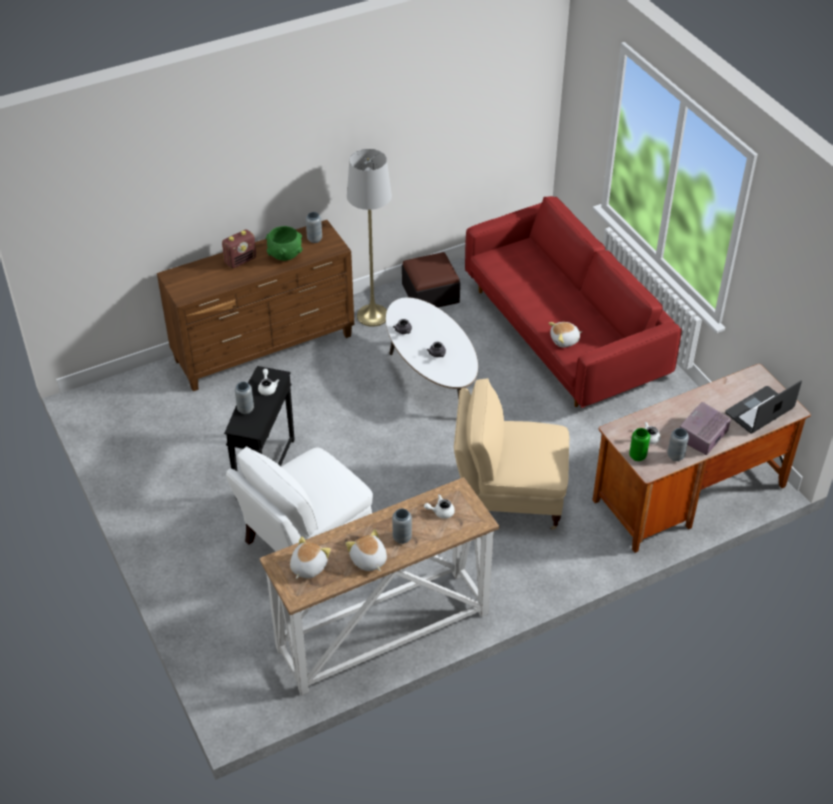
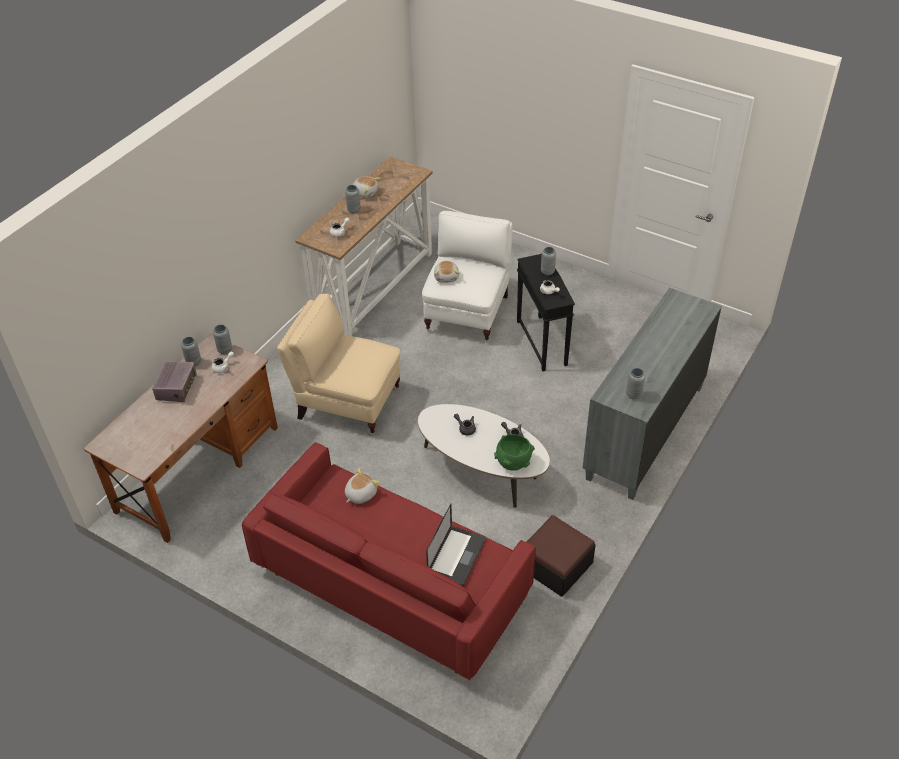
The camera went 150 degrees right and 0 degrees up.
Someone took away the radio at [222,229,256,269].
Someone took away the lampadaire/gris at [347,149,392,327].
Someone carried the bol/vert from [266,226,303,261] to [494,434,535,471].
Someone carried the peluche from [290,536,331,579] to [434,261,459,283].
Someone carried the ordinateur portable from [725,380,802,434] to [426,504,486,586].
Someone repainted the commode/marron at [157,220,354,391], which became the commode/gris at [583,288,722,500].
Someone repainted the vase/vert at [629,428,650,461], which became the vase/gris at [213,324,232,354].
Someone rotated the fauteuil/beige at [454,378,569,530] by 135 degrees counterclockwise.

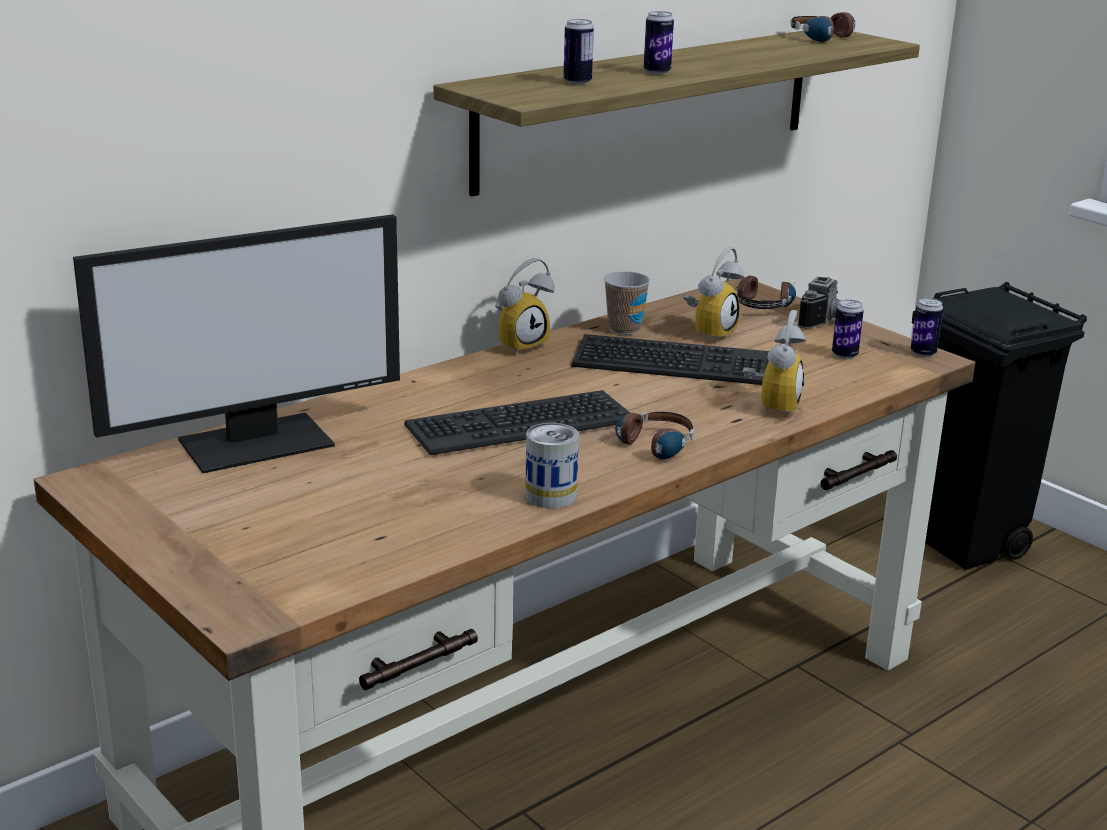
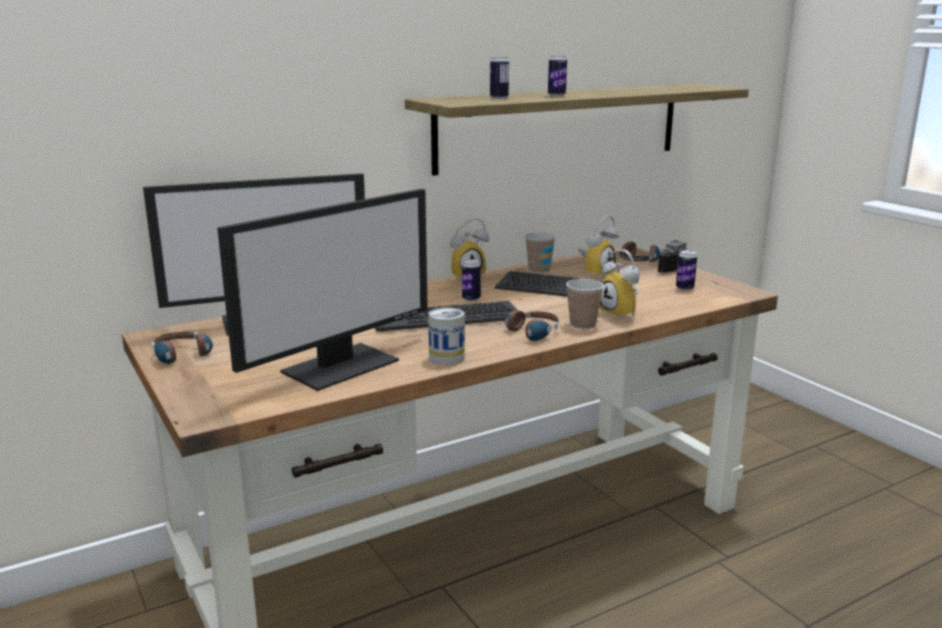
The camera went 10 degrees right and 5 degrees down.
Someone took away the poubelle/noir at [912,282,1087,570].
Someone put down the écran d'ordinateur at [217,189,428,391].
Someone put down the tasse at [566,279,604,329].
Someone carried the casque audio from [790,12,855,42] to [152,332,213,364].
Someone carried the boîte métallique from [911,298,943,357] to [462,259,481,301].
Someone rotated the réveil at [742,310,806,418] by 120 degrees clockwise.

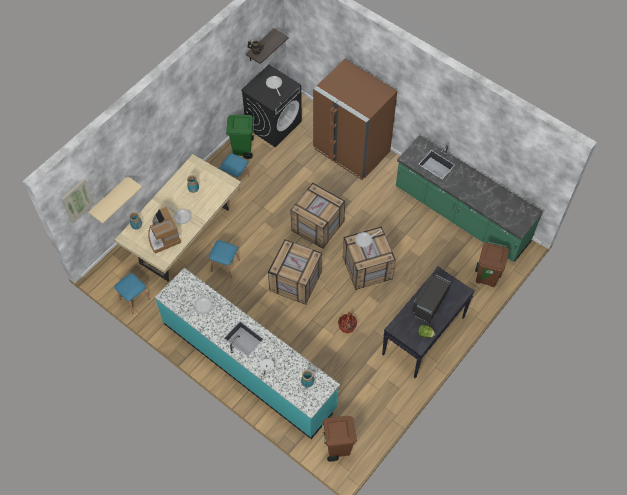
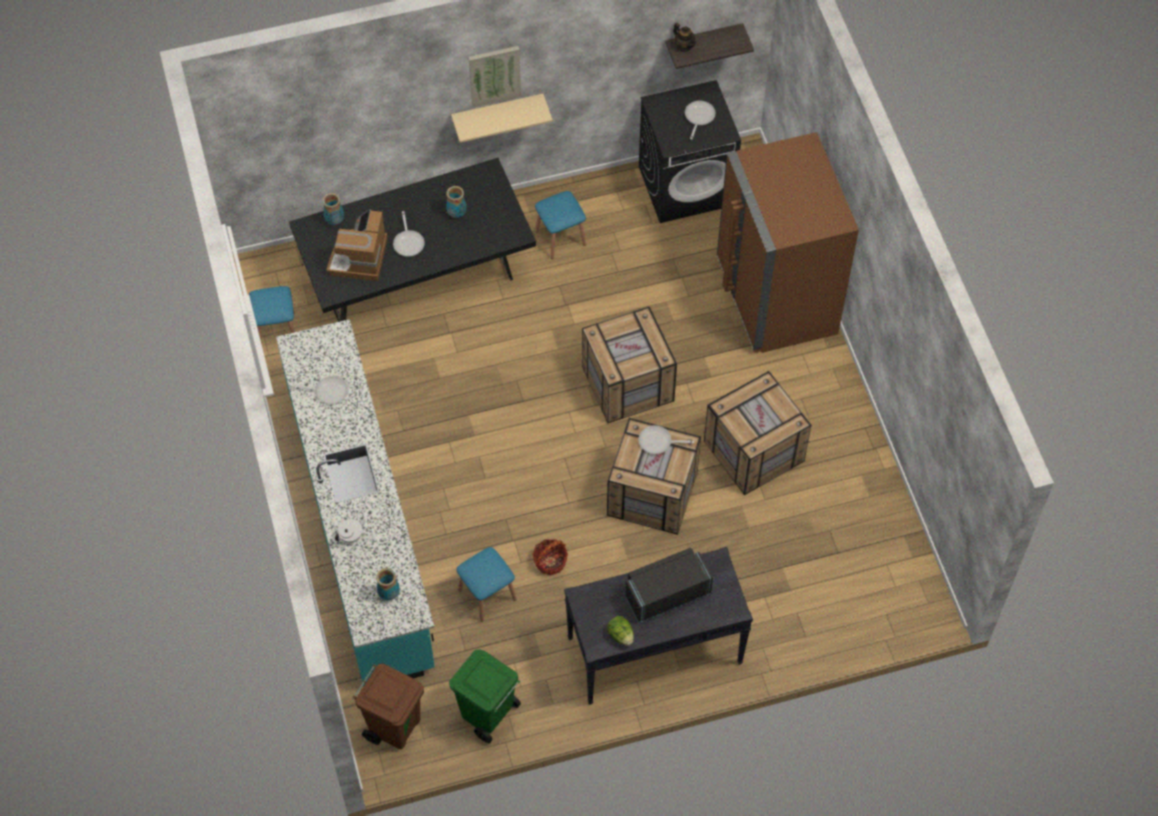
The camera went 35 degrees right and 0 degrees up.
Someone took away the comptoir de cuisine/vert at [396,136,543,262].
Someone took away the poubelle/marron at [475,241,509,287].
Someone carried the tableau from [61,178,94,223] to [468,46,521,107].
Someone carried the étagère/beige from [88,176,142,224] to [451,94,553,143].
Someone carried the tabouret/bleu from [209,240,240,278] to [456,547,517,622].
Someone carried the poubelle/vert from [226,115,255,159] to [449,649,521,743].
Someone carried the caisse from [268,239,322,305] to [704,371,811,495].
Someone repainted the table à manger/beige at [115,154,241,281], which became the table à manger/noir at [289,158,536,322].

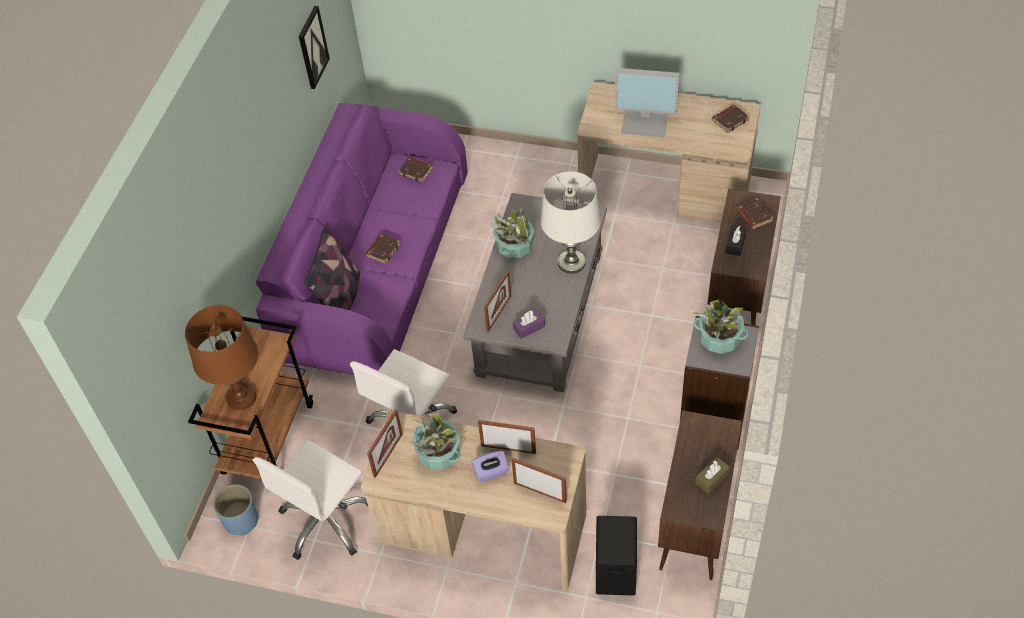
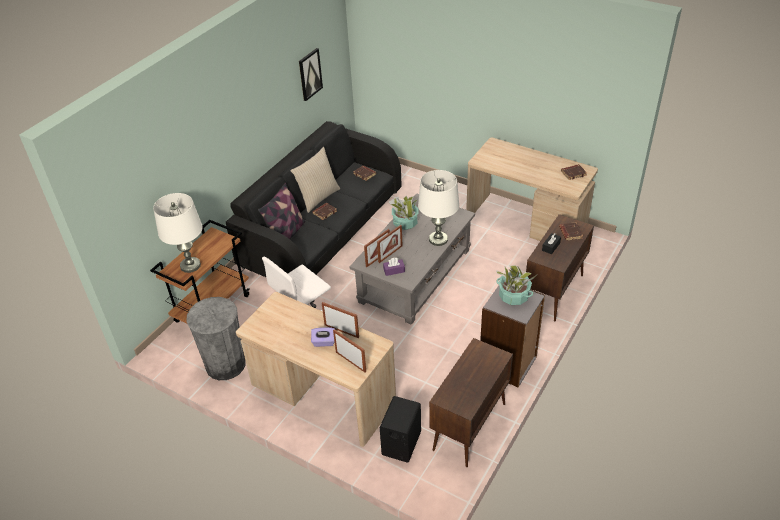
The camera went 15 degrees right and 10 degrees down.
Someone took away the cache-pot/bleu at [213,484,258,535].
Someone took away the plante en pot at [410,414,470,470].
Someone took away the écran d'ordinateur at [615,68,680,137].
Someone took away the boîte à mouchoirs/marron at [695,457,730,494].
Someone put down the coussin/beige at [290,147,340,213].
Someone carried the cadre photo from [367,409,403,478] to [377,225,403,263].
Someone swapped the chaise de bureau/blanc at [253,440,368,560] for the poubelle/gris at [186,297,246,380].
Someone repainted the lampe de table/marron at [185,305,258,410], which became the lampe de table/blanc at [153,193,203,273].
Someone repainted the canapé/violet at [256,103,468,375], which became the canapé/noir at [226,121,401,277].

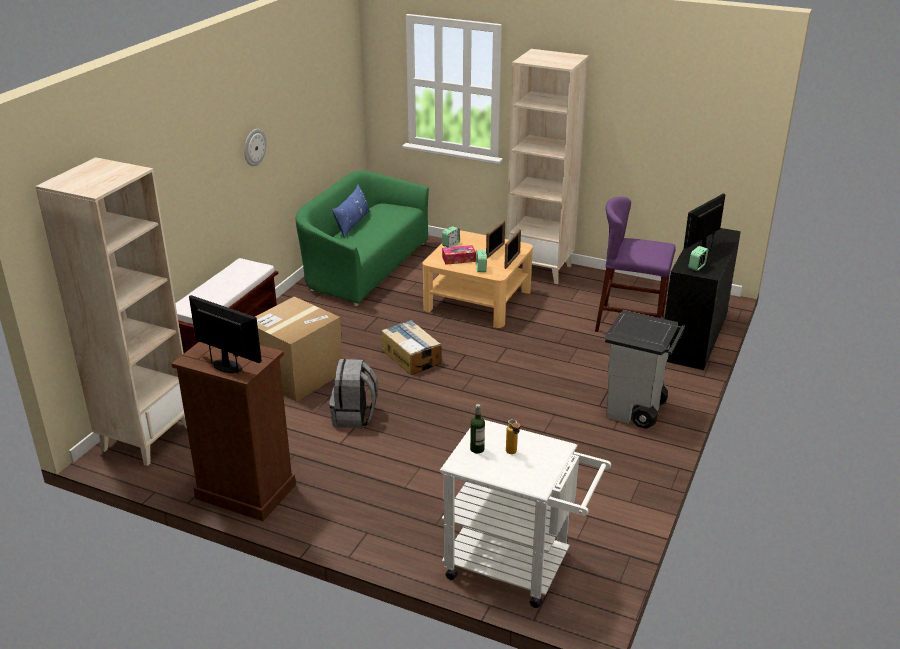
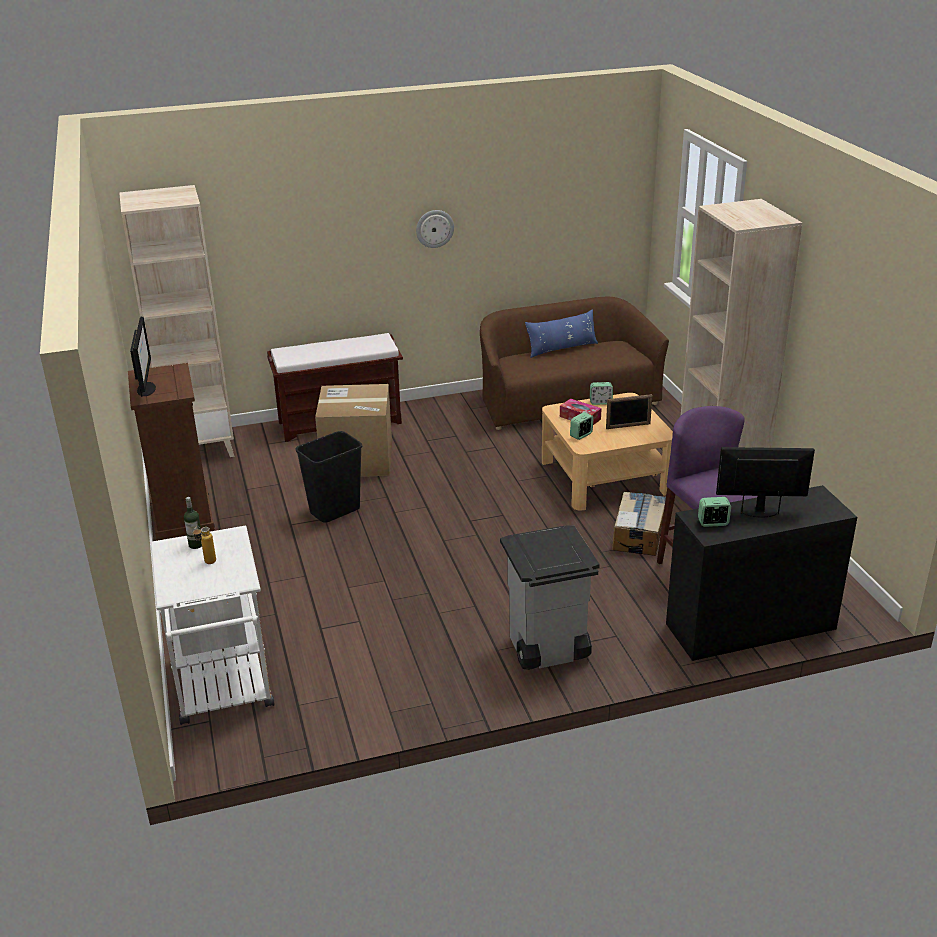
The camera went 50 degrees right and 0 degrees up.
Someone took away the cadre photo at [504,229,521,269].
Someone carried the carton from [382,320,441,375] to [612,491,666,556].
Someone swapped the sac à dos/gris at [329,359,378,428] for the poubelle/noir at [296,431,362,523].
Someone repainted the canapé/vert at [296,170,429,306], which became the canapé/marron at [480,297,669,430].

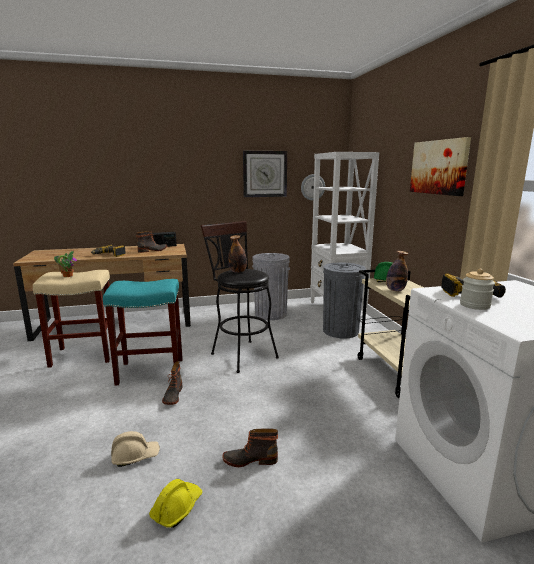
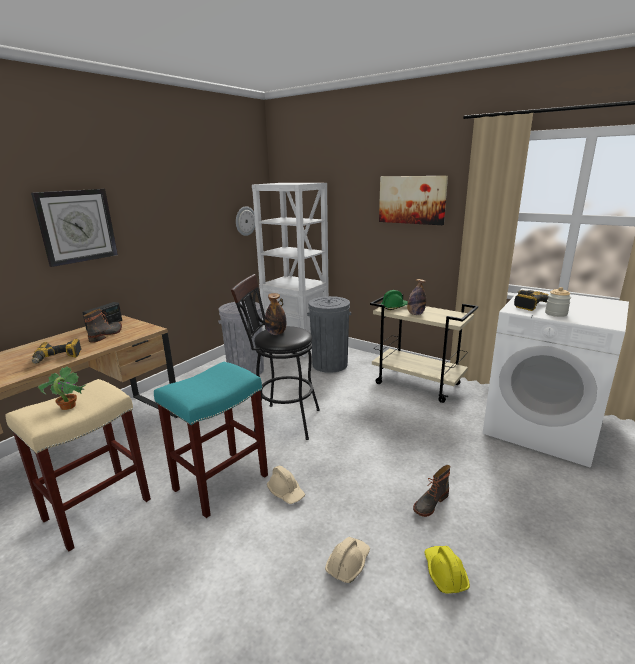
The camera went 40 degrees left and 5 degrees up.
Someone carried the horloge murale from [243,151,287,197] to [31,189,118,267].
Someone swapped the botte at [162,361,183,405] for the casque de chantier/beige at [267,466,305,504].

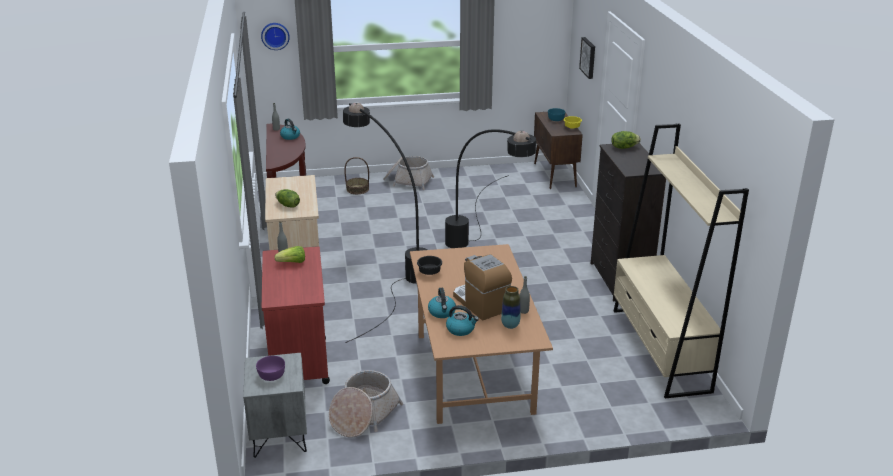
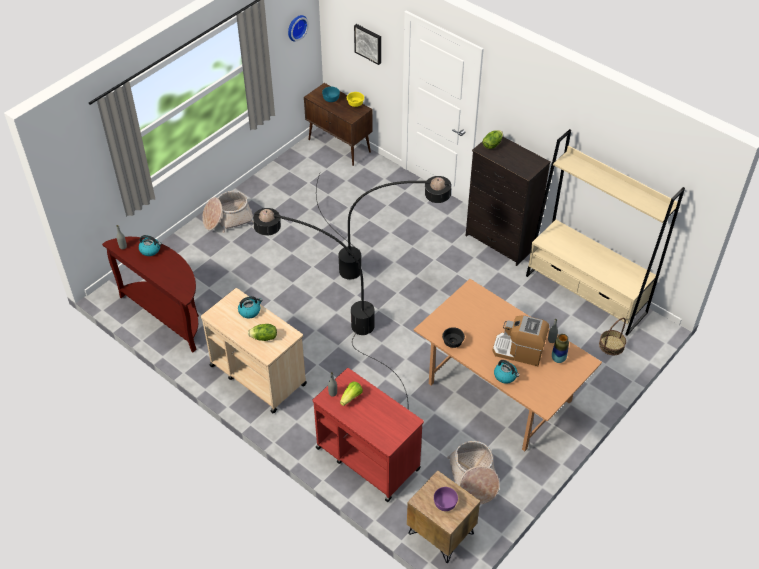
The camera went 40 degrees left and 20 degrees up.
Someone carried the horloge murale from [261,23,290,50] to [288,15,309,42].
Someone carried the panier from [344,157,369,194] to [599,318,626,355].
Someone carried the bouilloire from [446,305,479,336] to [238,296,263,318].
Someone repainted the table de chevet/gris at [243,353,307,458], which became the table de chevet/marron at [407,470,480,563].

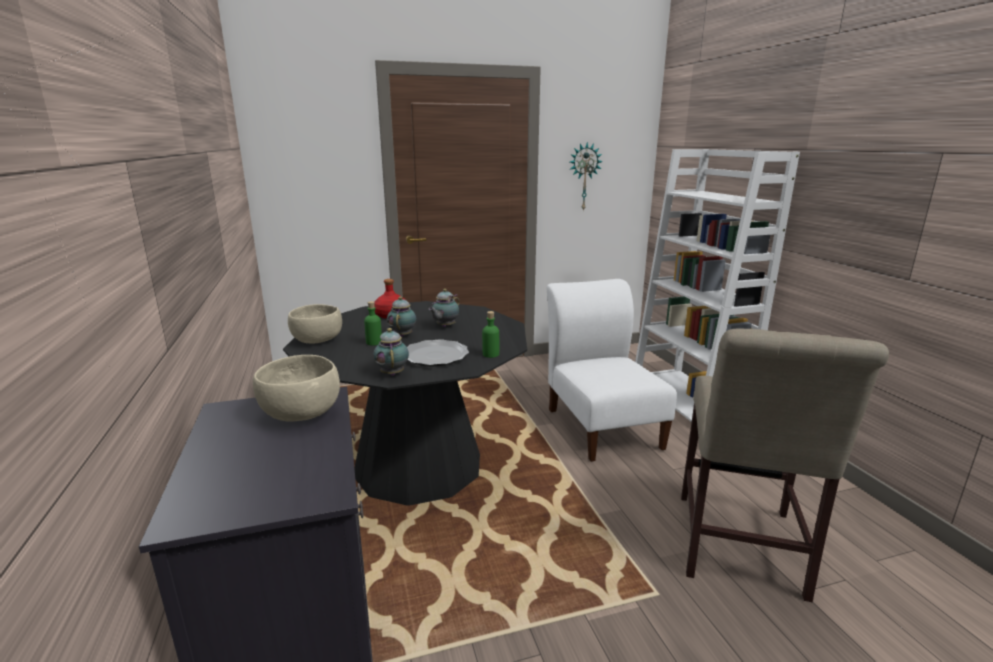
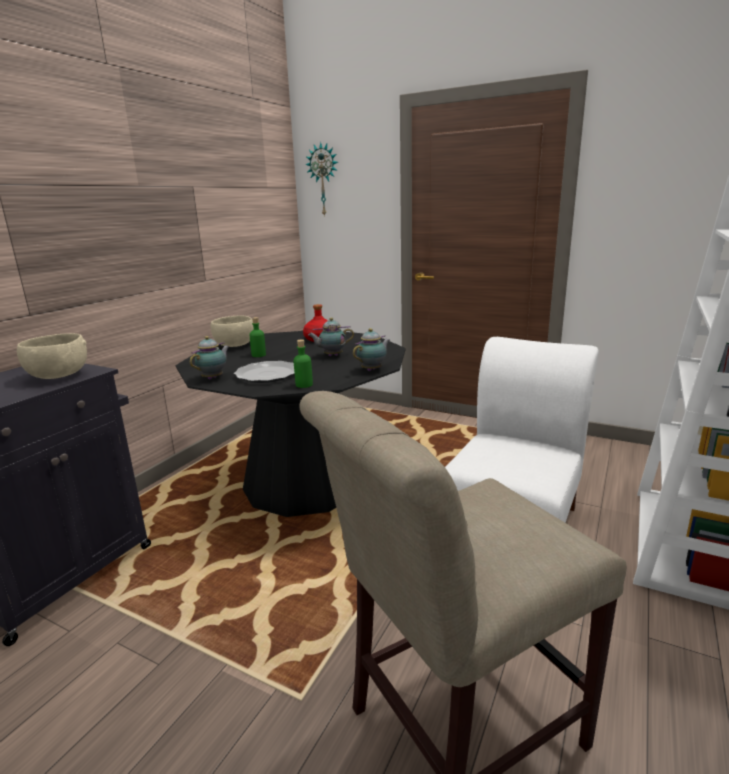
The camera went 45 degrees right and 0 degrees up.
Someone carried the théière from [387,297,416,337] to [353,328,390,371].
Someone carried the horloge murale from [570,142,603,212] to [306,142,338,217].

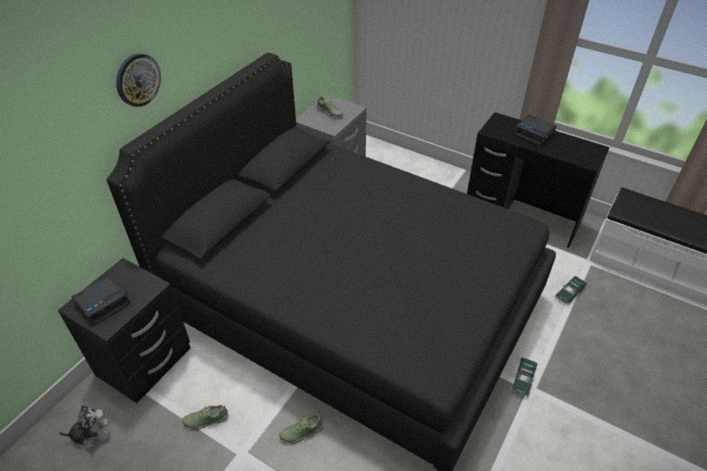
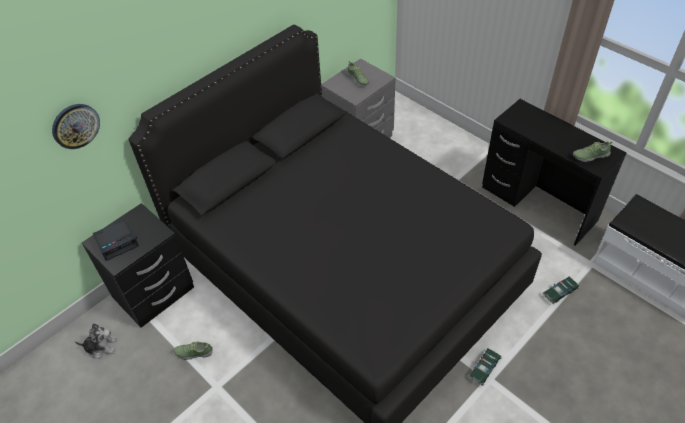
The camera went 15 degrees right and 5 degrees up.
Someone took away the réveil at [513,115,557,146].
Someone carried the horloge murale from [116,53,161,107] to [52,104,100,149].
Someone carried the chaussure from [279,414,324,444] to [573,141,612,162].

